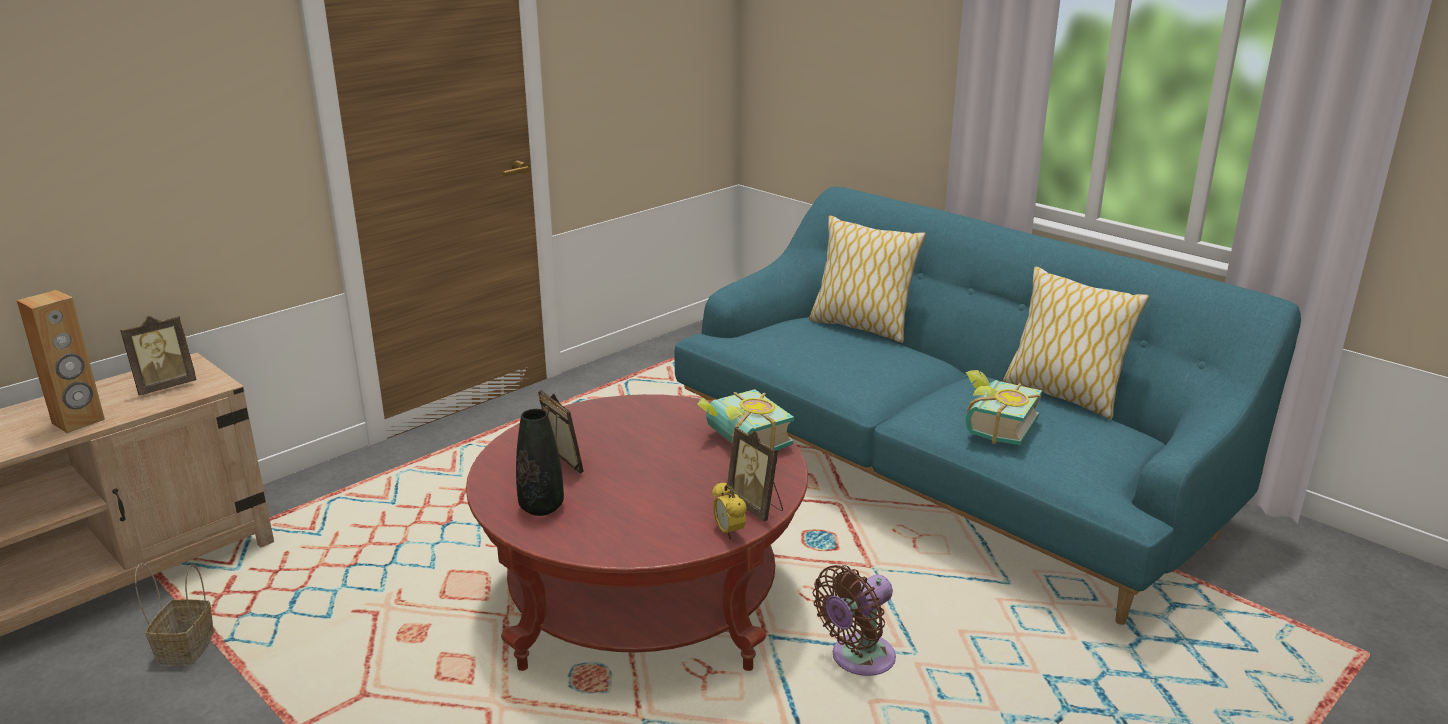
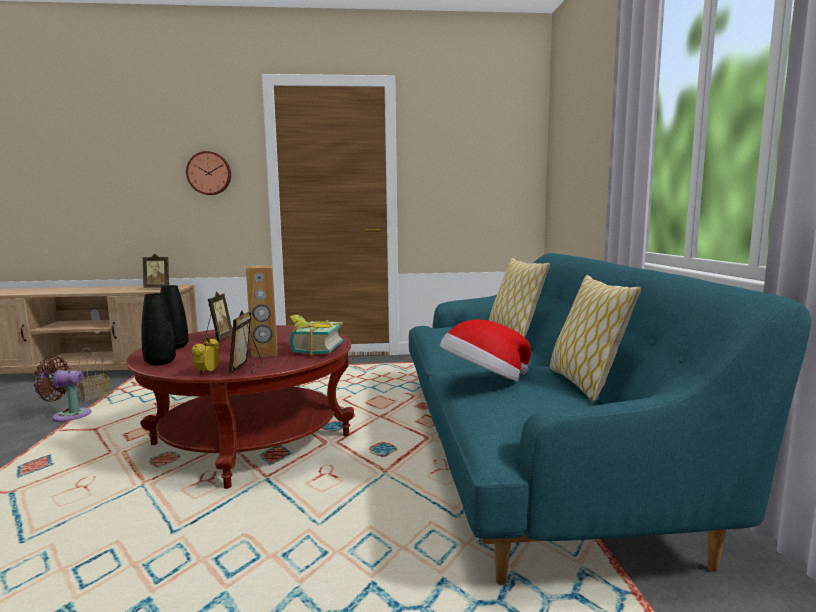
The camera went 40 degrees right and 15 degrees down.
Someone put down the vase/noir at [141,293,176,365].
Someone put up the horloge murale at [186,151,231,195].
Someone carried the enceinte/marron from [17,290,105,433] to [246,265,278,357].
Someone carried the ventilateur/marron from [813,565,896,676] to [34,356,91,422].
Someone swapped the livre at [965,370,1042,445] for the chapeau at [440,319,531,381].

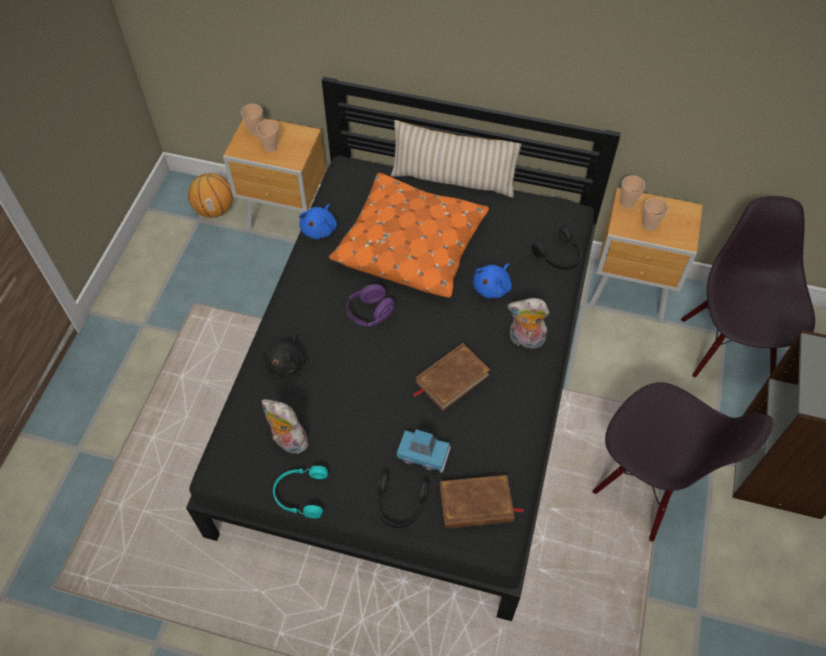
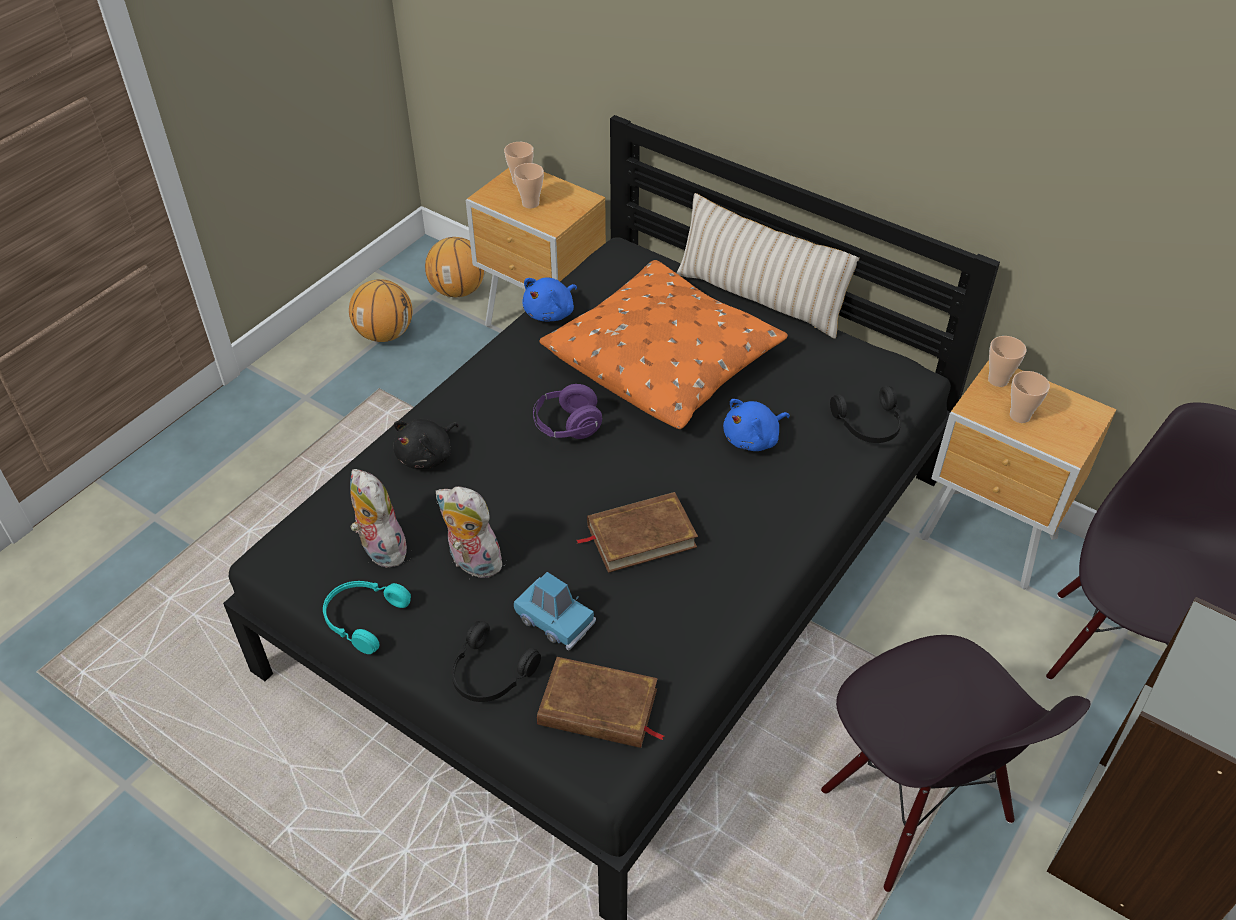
The camera went 20 degrees right and 10 degrees down.
Someone put down the ballon de basket at [349,279,413,342].
Someone carried the peluche from [508,298,549,348] to [436,486,509,578].

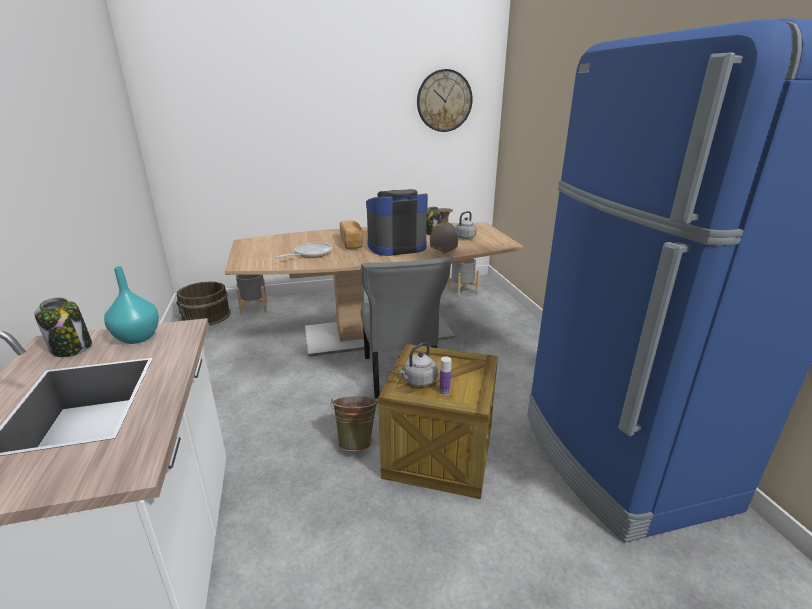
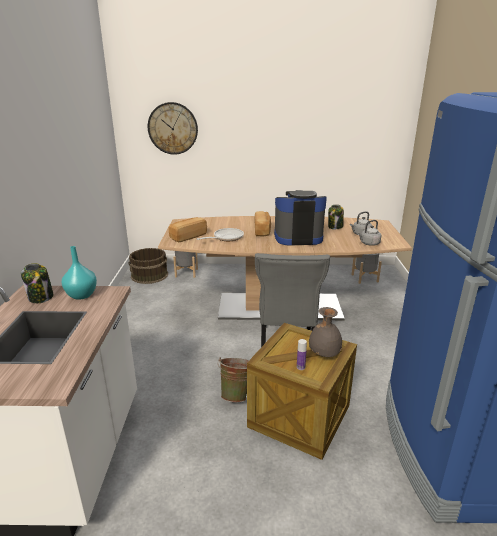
The camera went 15 degrees right and 0 degrees up.
Someone put down the pain at [169,217,207,243].
Someone carried the bouilloire/gris from [398,342,437,387] to [358,220,381,246].
Someone carried the horloge murale from [417,69,473,132] to [148,102,198,155].
Someone carried the vase/gris from [430,208,458,254] to [309,307,342,357].

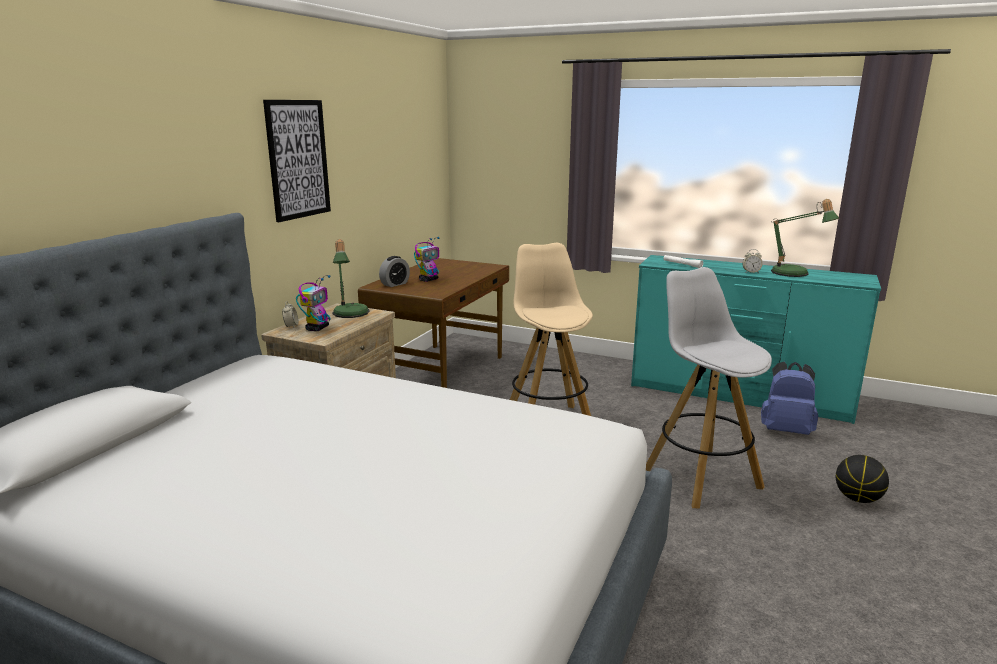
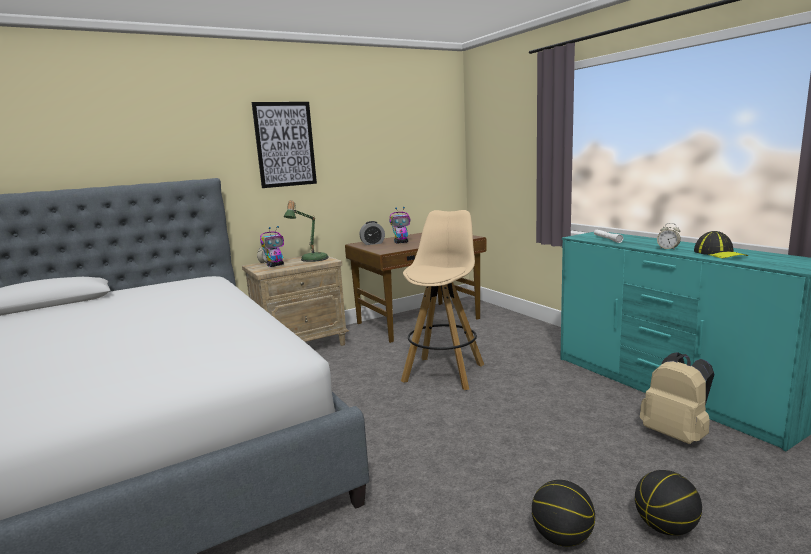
The camera went 35 degrees right and 5 degrees down.
Someone took away the tabouret/blanc at [646,267,772,508].
Someone put down the ballon de basket at [532,480,595,547].
Someone swapped the lampe de table at [771,199,839,277] for the casquette at [694,231,749,259].
Someone repainted the sac à dos/bleu at [761,362,818,435], which became the sac à dos/beige at [640,352,714,444].

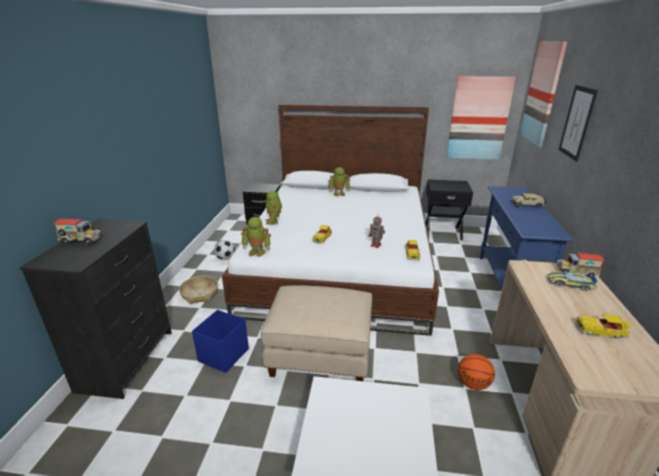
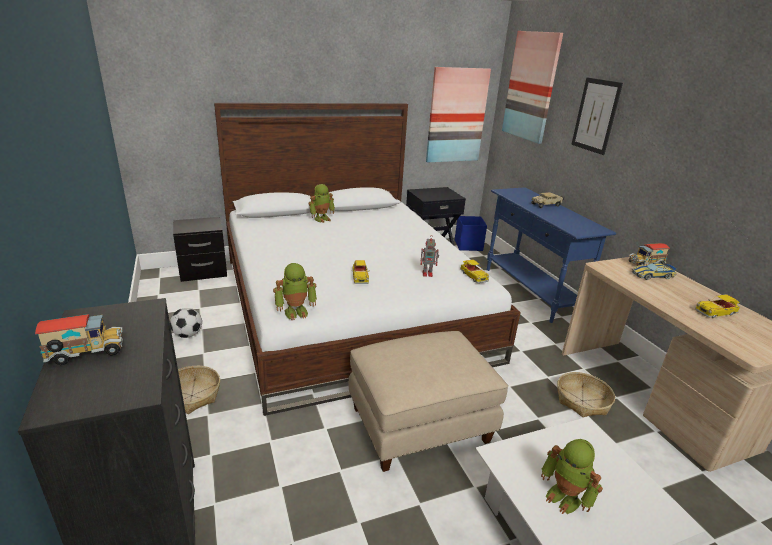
The camera went 30 degrees left and 0 degrees up.
Someone carried the boîte de rangement/bleu from [192,310,249,373] to [455,216,487,251].
Someone carried the robot jouet from [266,191,282,225] to [541,439,603,514].
Someone swapped the ballon de basket at [458,354,495,390] for the panier at [557,372,615,417].

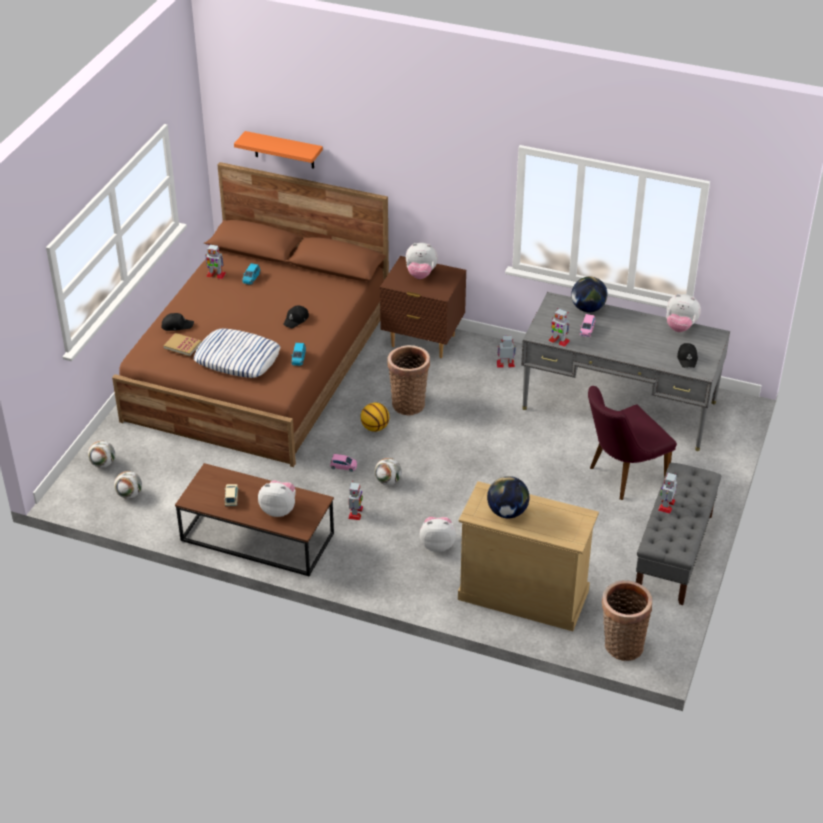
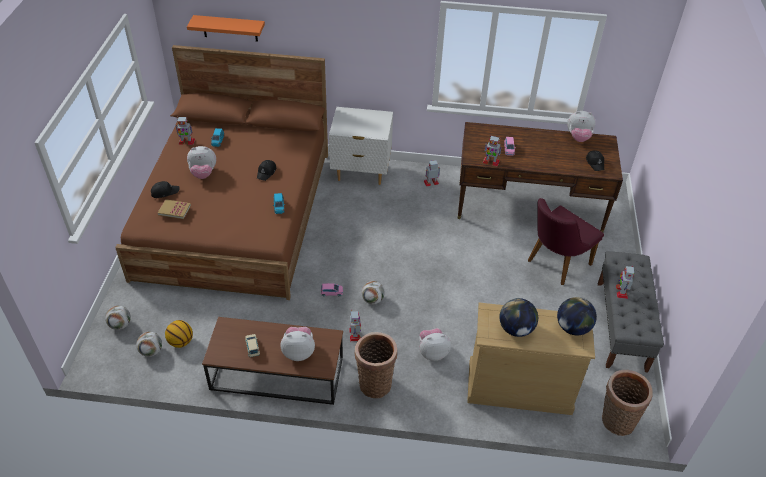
The camera went 15 degrees left and 5 degrees up.
Someone took away the coussin at [194,328,280,378].
Someone carried the ballon de basket from [361,402,389,432] to [165,320,193,348].
Someone carried the panier from [388,345,430,416] to [355,332,397,398].
Someone carried the peluche from [406,243,438,279] to [187,146,216,179].
Someone carried the globe from [571,276,608,312] to [557,297,597,335].
Someone repainted the table de chevet/marron at [380,256,466,358], which became the table de chevet/blanc at [329,107,393,185].
Someone repainted the bureau/gris at [521,292,730,451], which became the bureau/marron at [458,122,623,232].

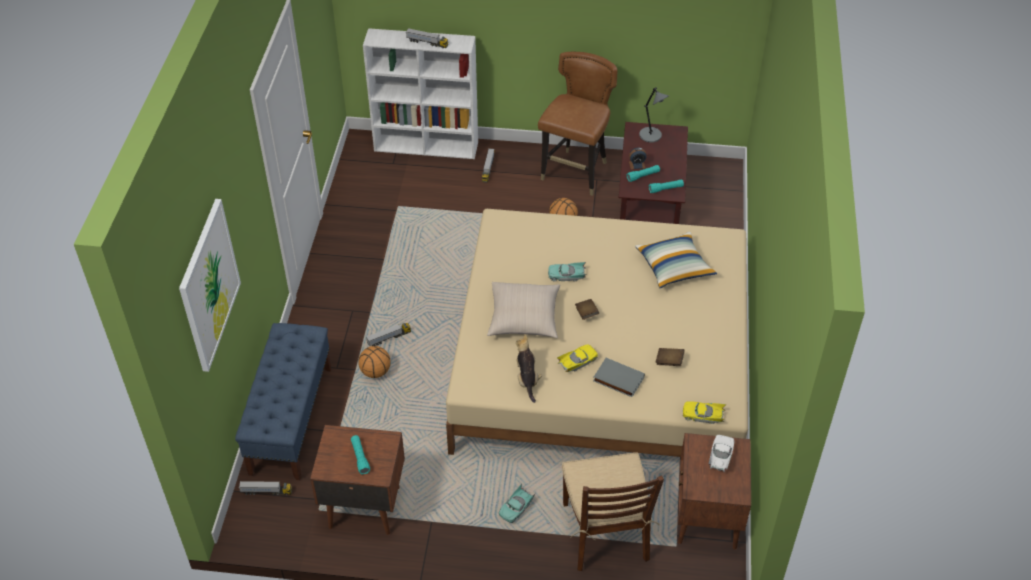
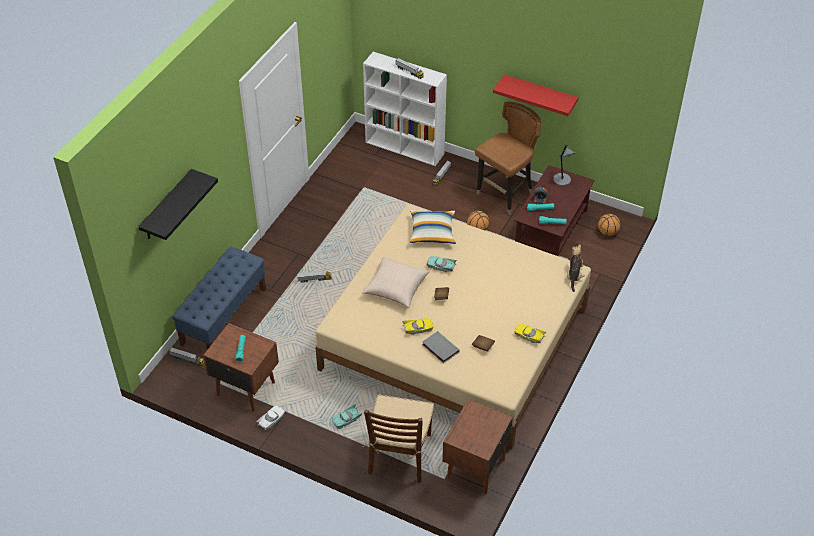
The camera went 20 degrees right and 0 degrees up.
Someone put up the étagère/rouge at [493,75,578,116].
Someone carried the ballon de basket from [358,346,391,378] to [598,214,621,236].
Someone carried the peluche from [516,334,542,403] to [567,244,585,292].
Someone carried the coussin from [635,232,717,288] to [410,210,456,244].
Someone carried the petite voiture/jaune from [683,401,726,424] to [514,323,546,343].
Someone carried the petite voiture/blanc from [709,435,734,472] to [256,406,285,430].
Someone swapped the tableau at [179,199,241,372] for the étagère/noir at [138,169,218,240].

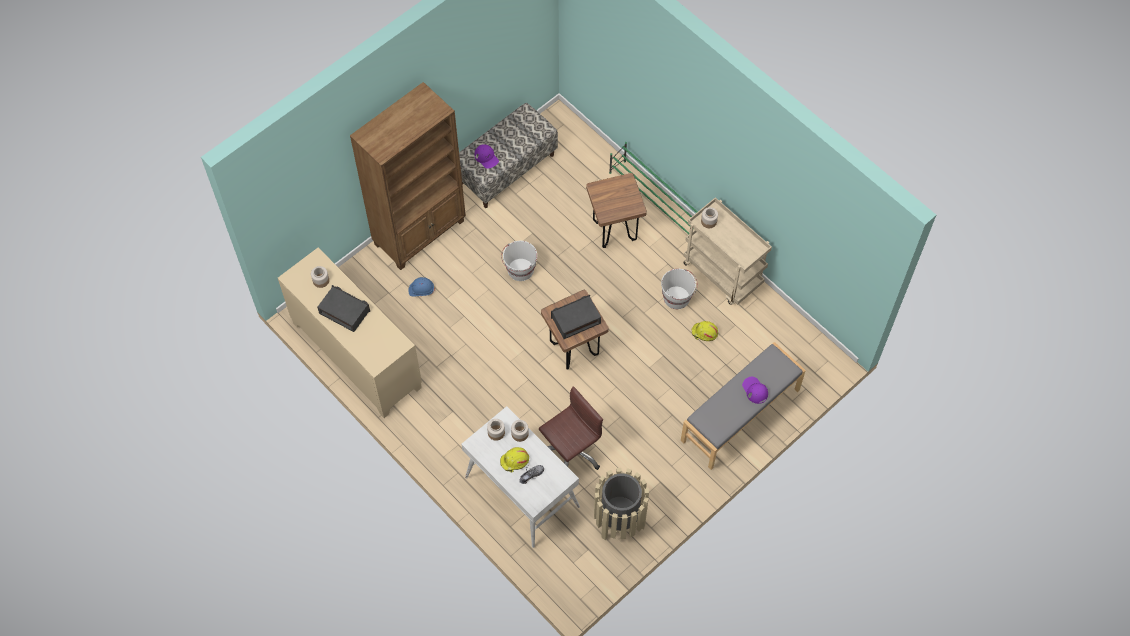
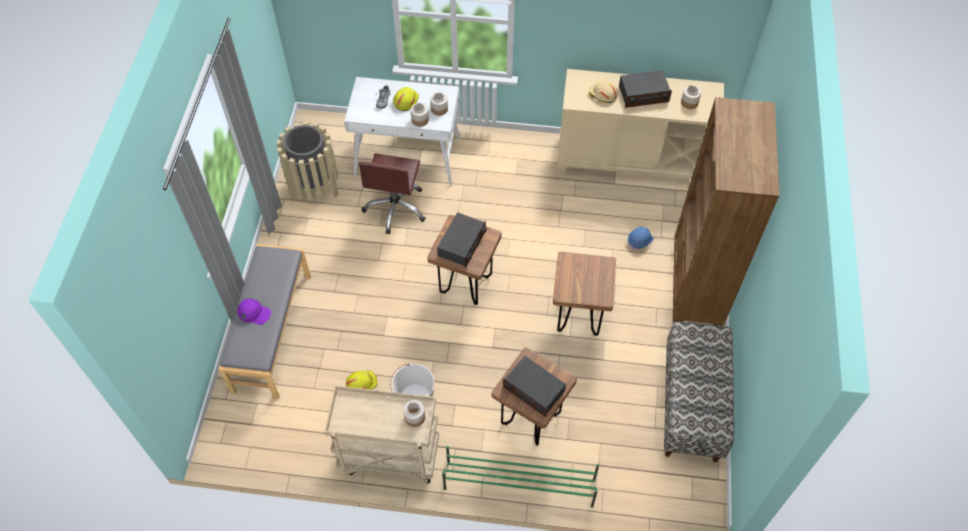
The camera went 140 degrees right and 5 degrees down.
Someone took away the casquette/violet at [474,144,499,169].
Someone put down the radio at [503,356,566,417].
Someone put down the casque de chantier/beige at [589,80,618,103].
Someone swapped the seau/blanc at [501,241,537,281] for the tabouret/marron at [553,252,616,336].

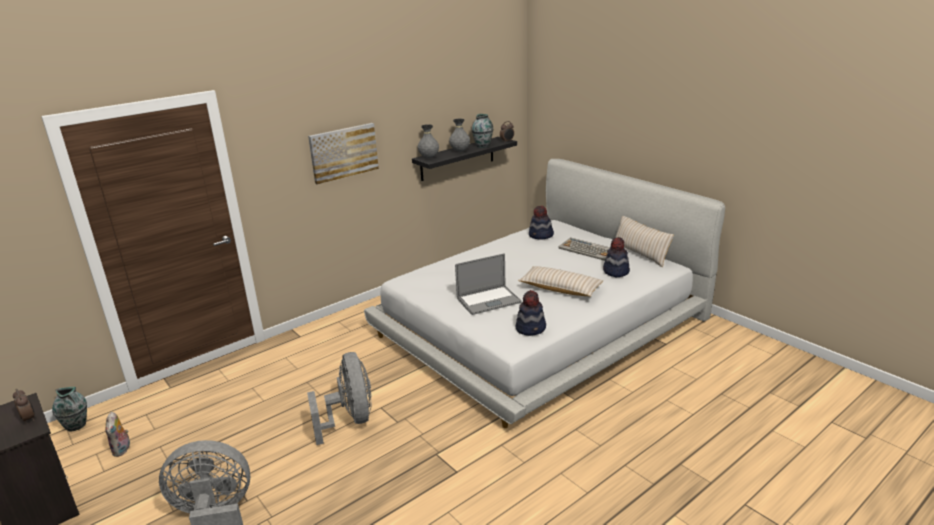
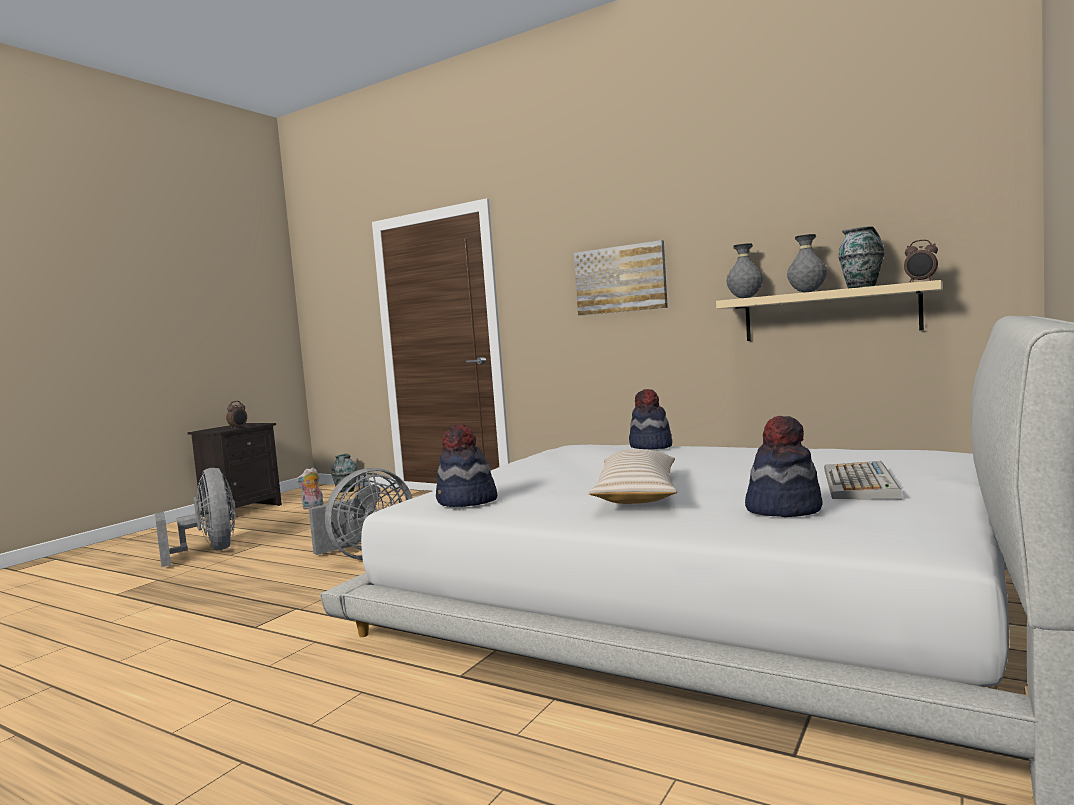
The camera went 70 degrees right and 20 degrees down.
Someone took away the ordinateur portable at [455,253,522,315].
Someone took away the coussin/beige at [615,216,674,267].
Someone carried the chapeau from [529,206,554,240] to [629,389,672,449].
Someone repainted the étagère/noir at [412,137,517,181], which became the étagère/beige at [716,280,943,341].

